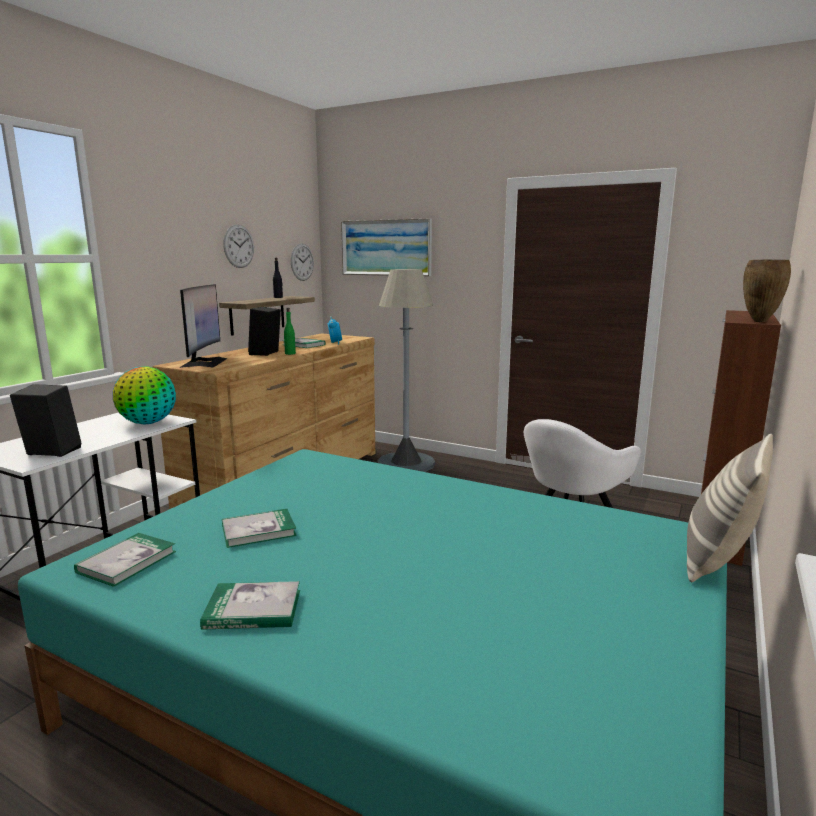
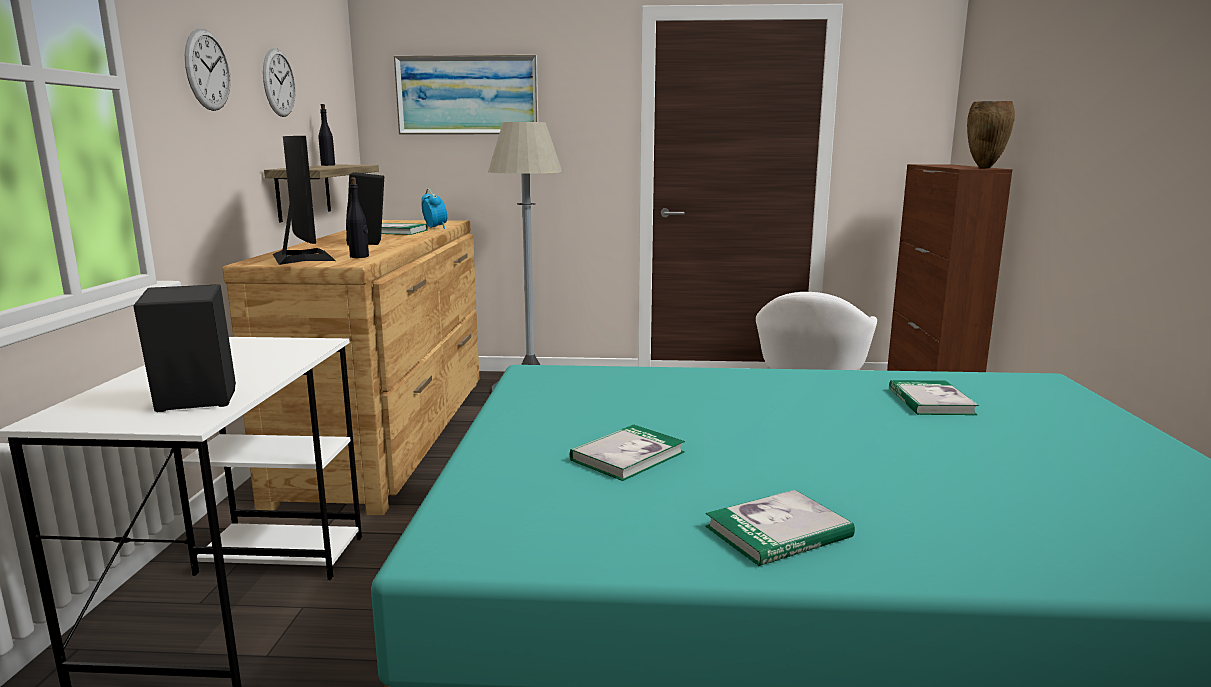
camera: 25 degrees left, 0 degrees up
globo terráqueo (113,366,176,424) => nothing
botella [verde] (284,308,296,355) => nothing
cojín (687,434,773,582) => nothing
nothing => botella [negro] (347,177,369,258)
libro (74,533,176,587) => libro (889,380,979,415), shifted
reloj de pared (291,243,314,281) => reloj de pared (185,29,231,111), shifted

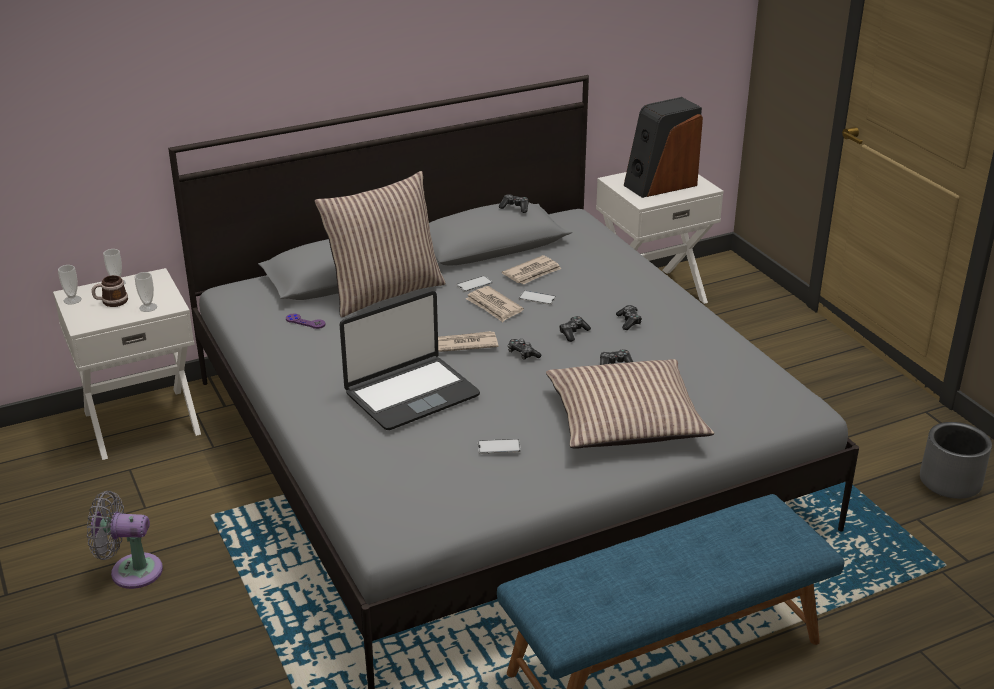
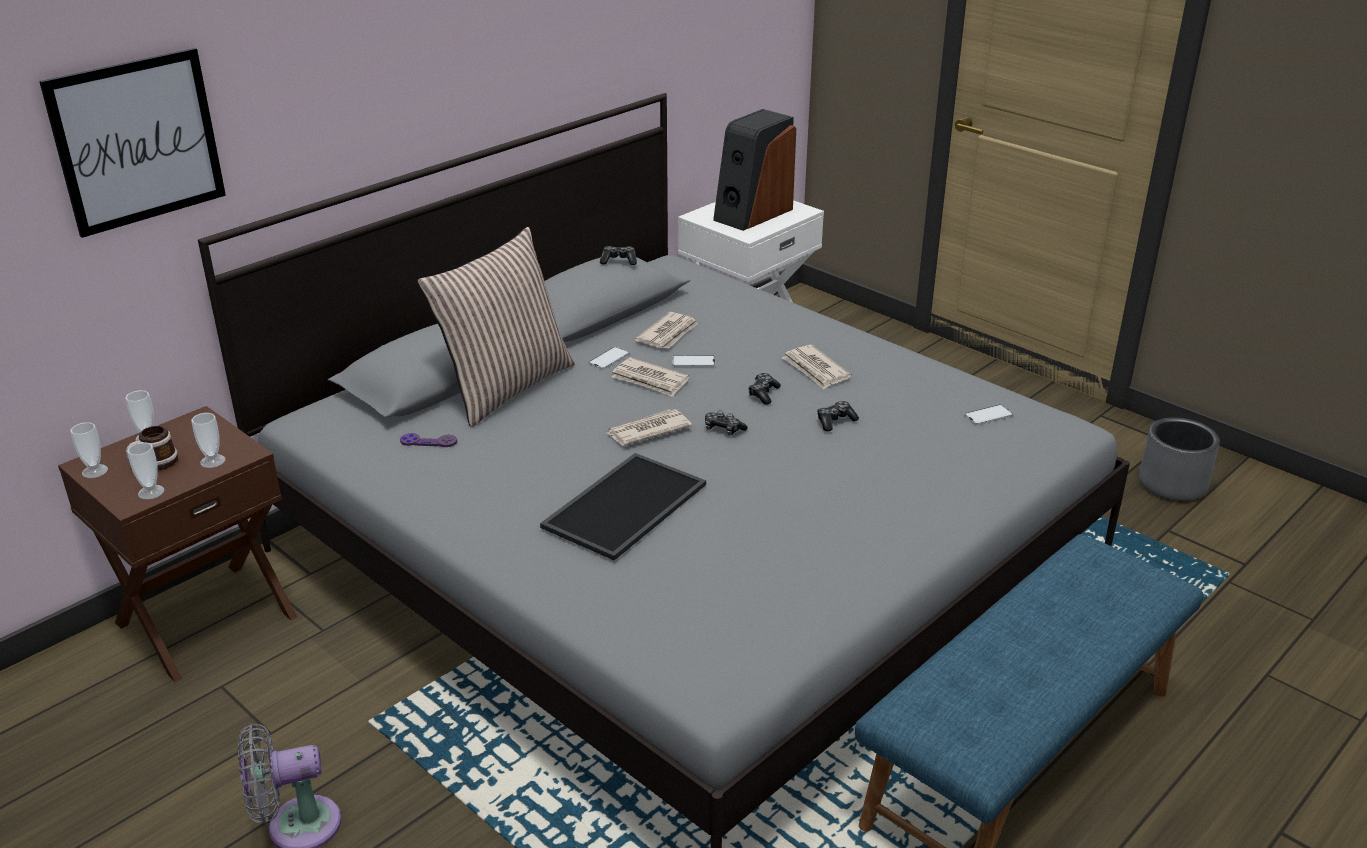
camera: 20 degrees left, 0 degrees up
cojín (546,359,714,449) => nothing
nothing => cuadro (39,48,226,238)
nothing => taza (127,442,164,500)
móvil (478,439,521,454) => móvil (964,405,1013,425), shifted
portátil (339,291,480,430) => bandeja (540,453,706,560)
mando de consola (616,305,642,330) => periódico (782,345,851,389)
mesita de noche [blanco] (53,268,201,460) => mesita de noche [marrón] (58,406,297,682)

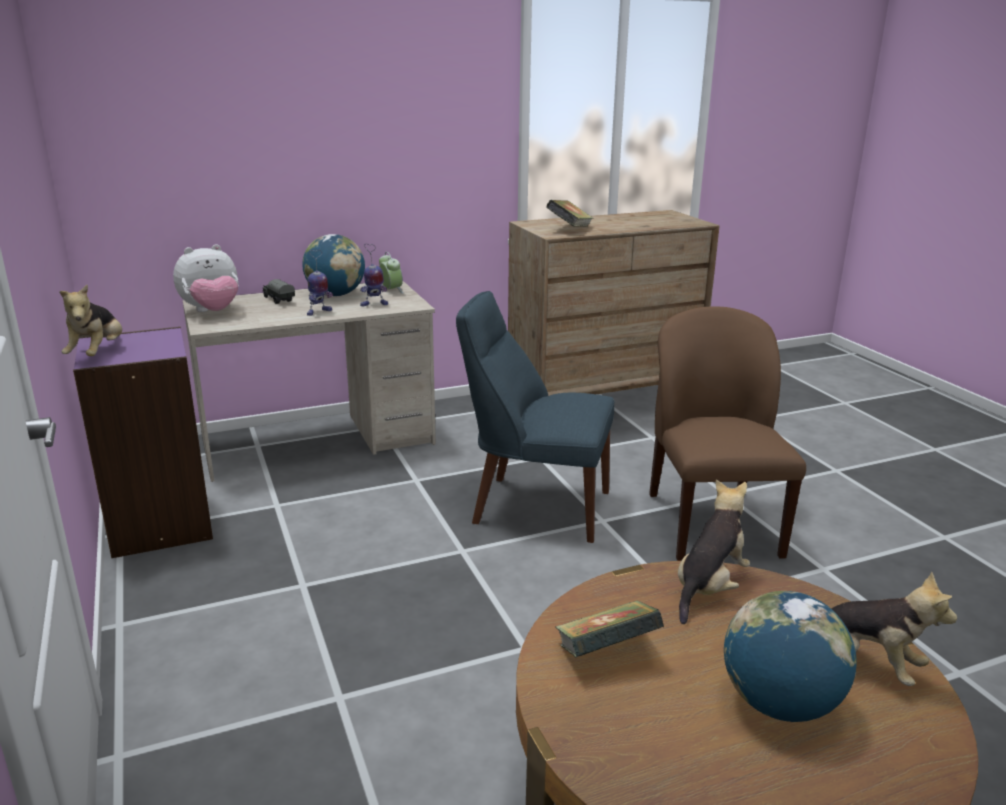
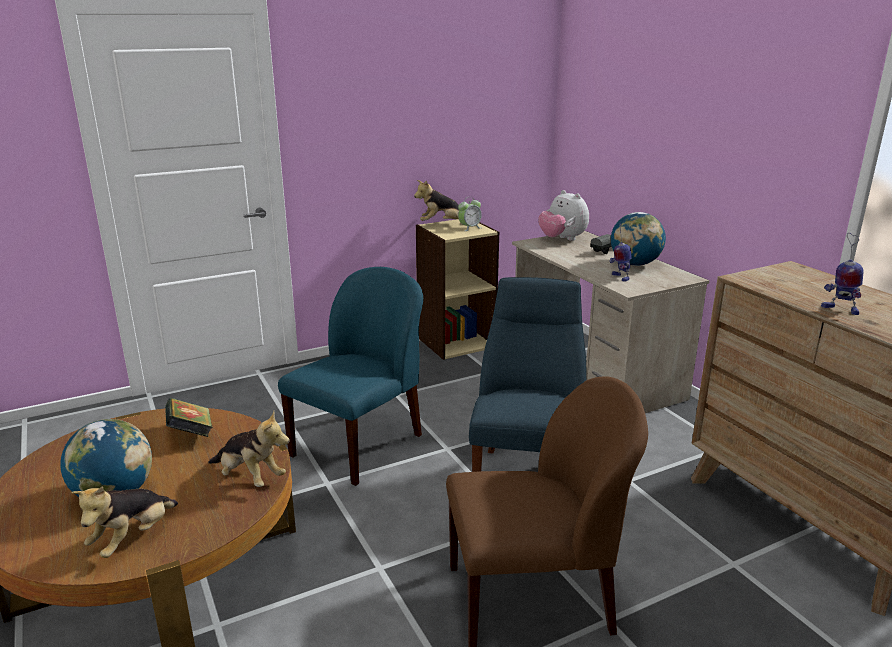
camera: 85 degrees right, 0 degrees up
libro (546,200,593,227) => nothing
nothing => silla [azul] (278,267,423,486)
robot de juguete (307,250,333,316) => robot de juguete (821,233,864,315), shifted
despertador (379,252,404,294) => despertador (458,197,482,231), shifted
estantería [morado] (73,327,213,558) => estantería [beis] (416,219,499,360)

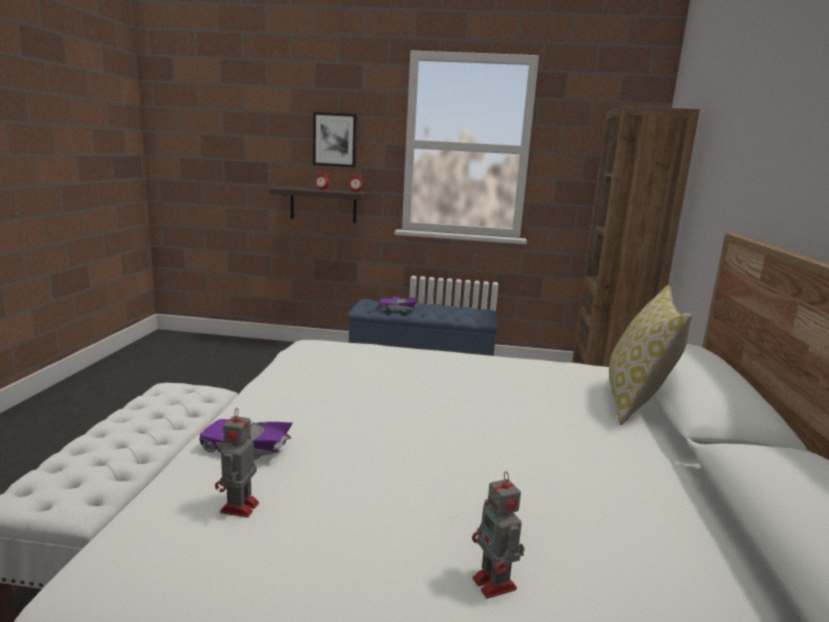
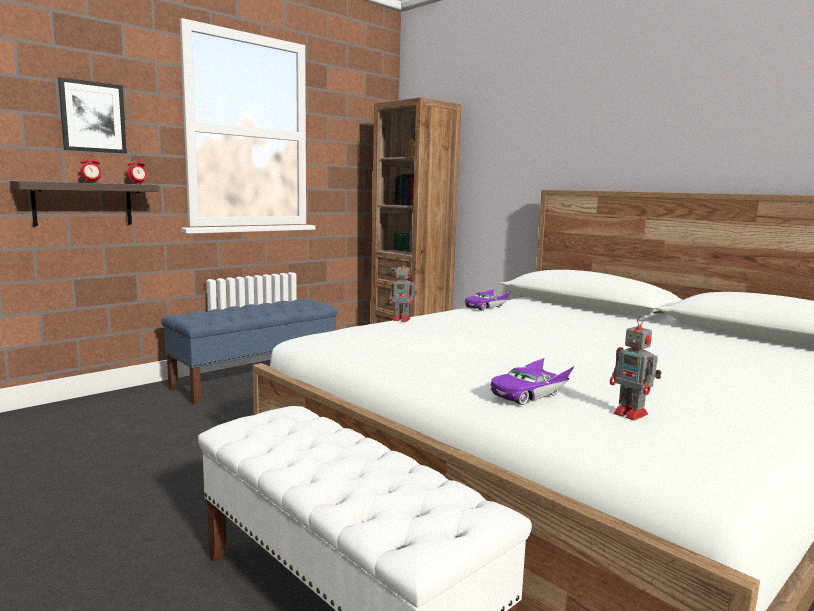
camera: 50 degrees left, 5 degrees down
cojín (609,285,692,425) => nothing
coche de juguete [morado] (378,297,419,312) => coche de juguete [morado] (465,289,510,311), shifted
robot de juguete (472,471,524,598) => robot de juguete (389,260,417,322), shifted

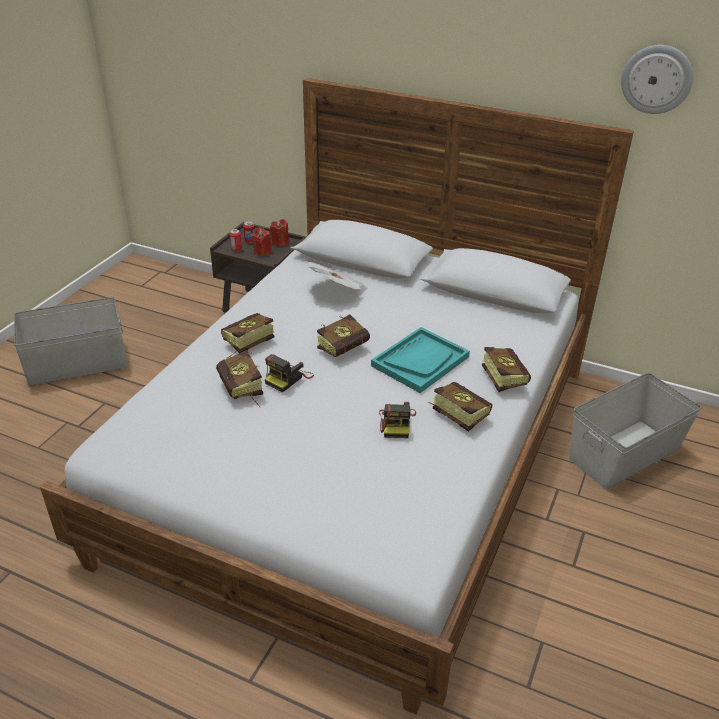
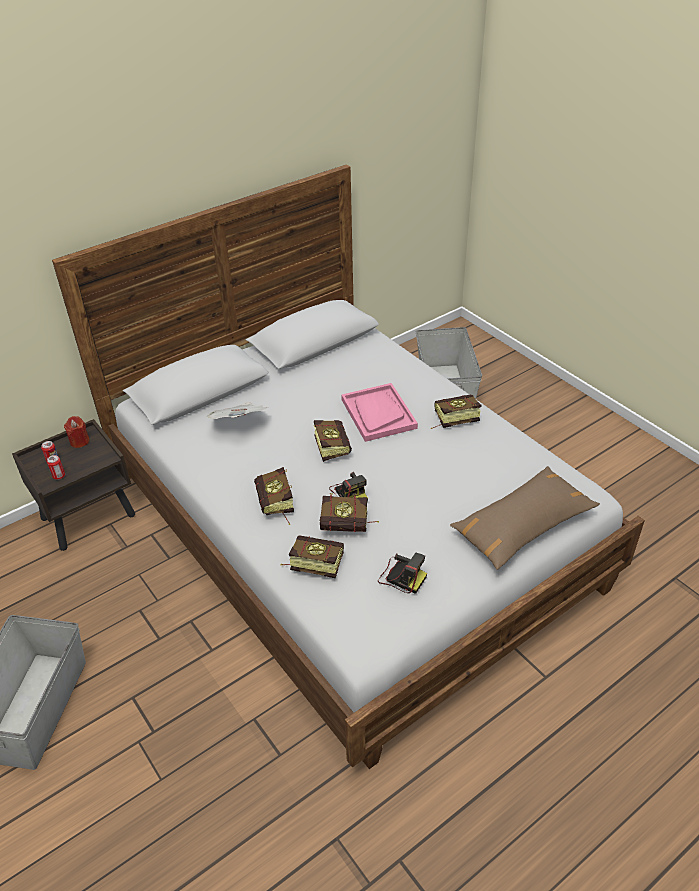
camera: 60 degrees left, 5 degrees up
vela [rojo] (252,227,272,256) => nothing
reloj de pared (621,45,693,114) => nothing
nothing => cojín [marrón] (450,466,600,570)
cámara (379,402,416,438) => cámara (378,553,427,594), shifted
libro (482,347,531,392) => libro (281,535,344,578), shifted
bandeja [turquesa] (371,327,470,393) => bandeja [rosa] (341,383,418,442)

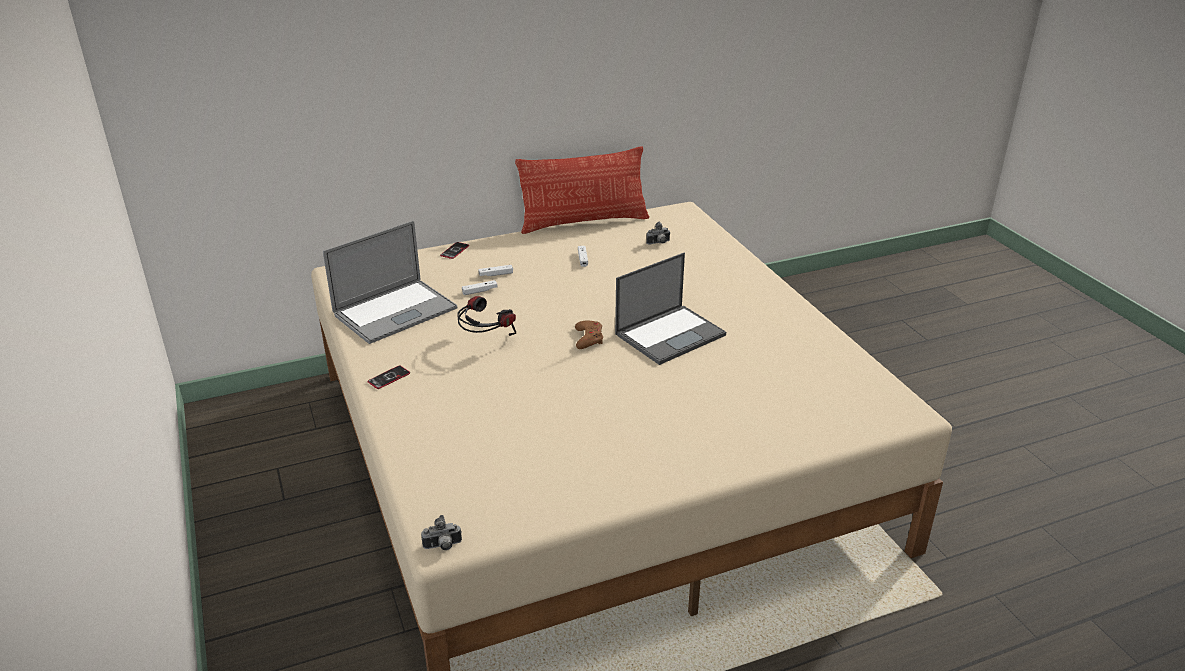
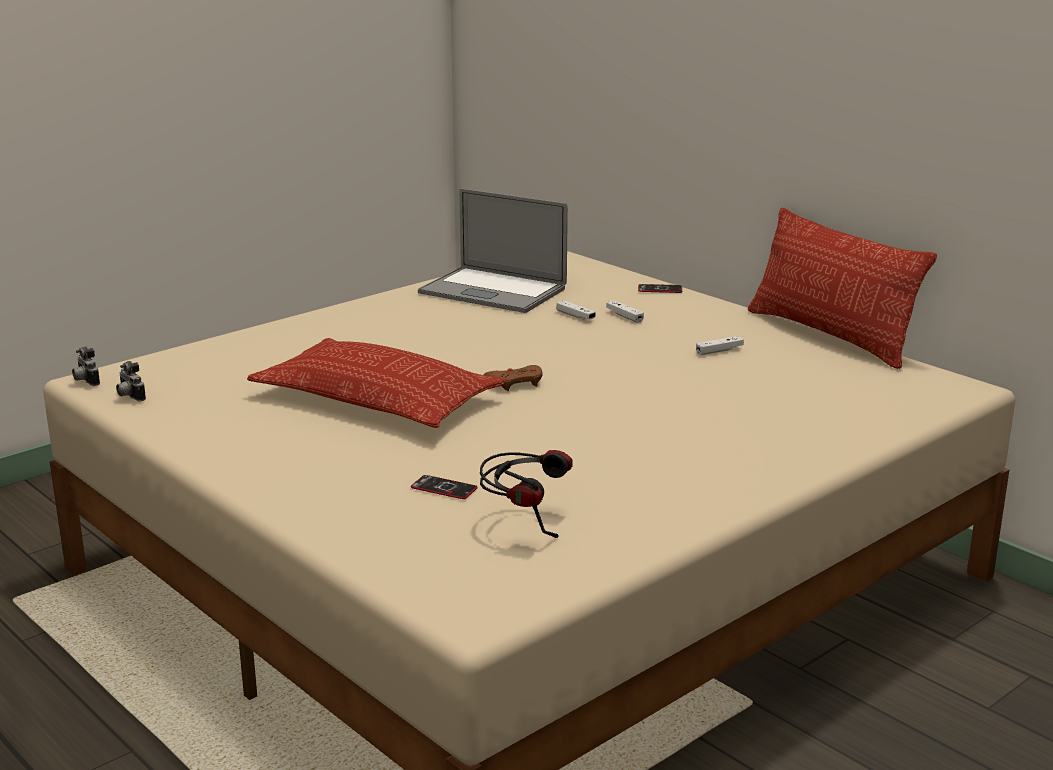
camera: 70 degrees right, 10 degrees down
portátil (615,253,726,365) => nothing
nothing => cojín (247,338,506,428)
móvil (367,365,410,389) => móvil (411,475,478,499), shifted
auriculares (457,296,516,336) => auriculares (480,450,573,538), shifted
cámara (646,222,671,245) => cámara (116,361,146,402), shifted

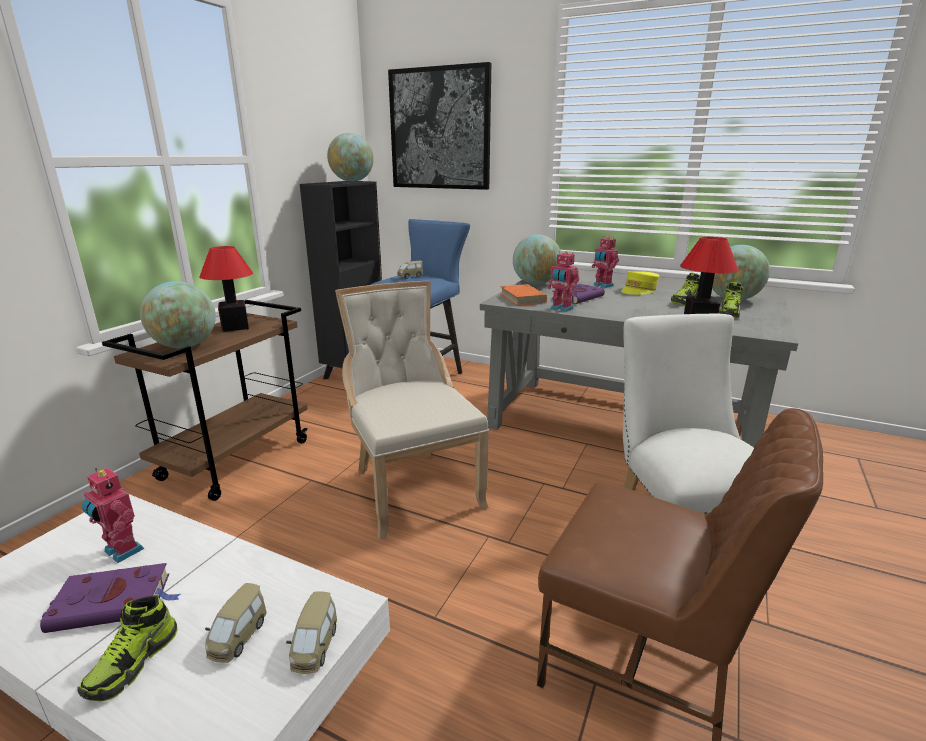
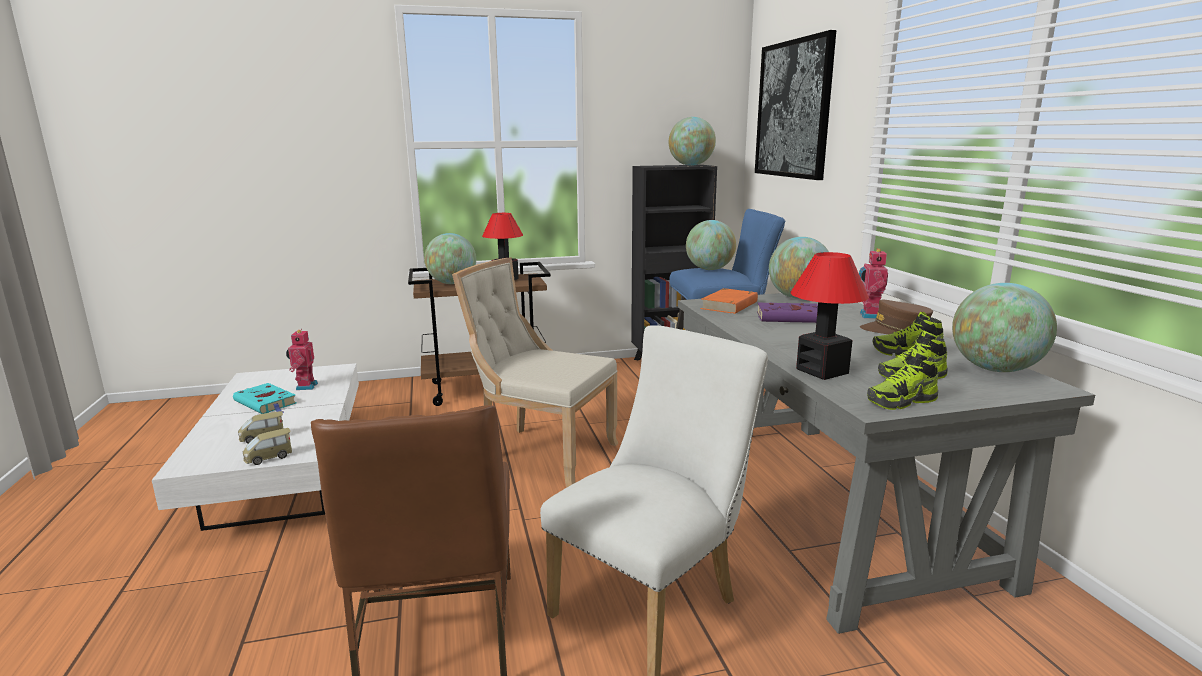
camera: 50 degrees right, 5 degrees down
robot de juguete (547,251,579,312) => nothing
zapato (78,595,178,701) => zapato (867,350,938,410), shifted
coche de juguete (397,261,423,279) => globo terráqueo (686,220,736,270)
libro [morado] (40,563,180,633) => libro [turquesa] (233,383,297,414)
gorra [amarillo] (621,271,659,295) => gorra [marrón] (860,300,933,334)
silla [beis] (335,281,489,540) => silla [beis] (452,257,618,488), 90 degrees counterclockwise

